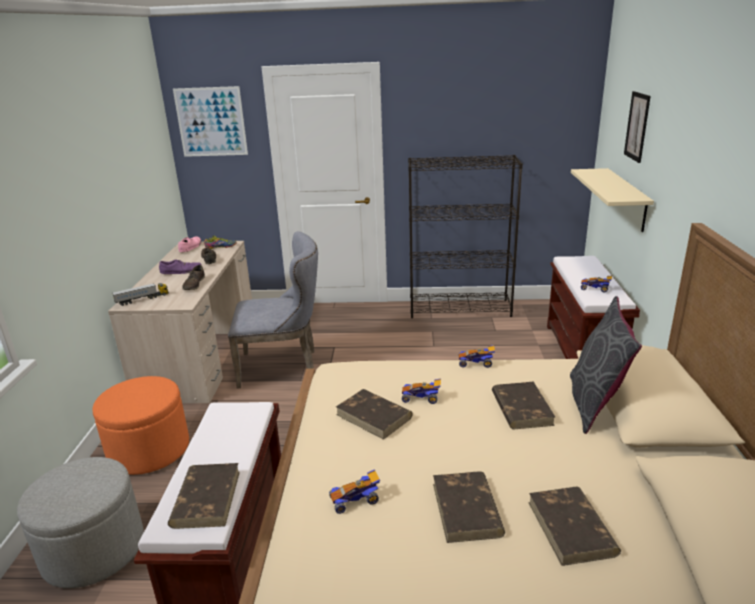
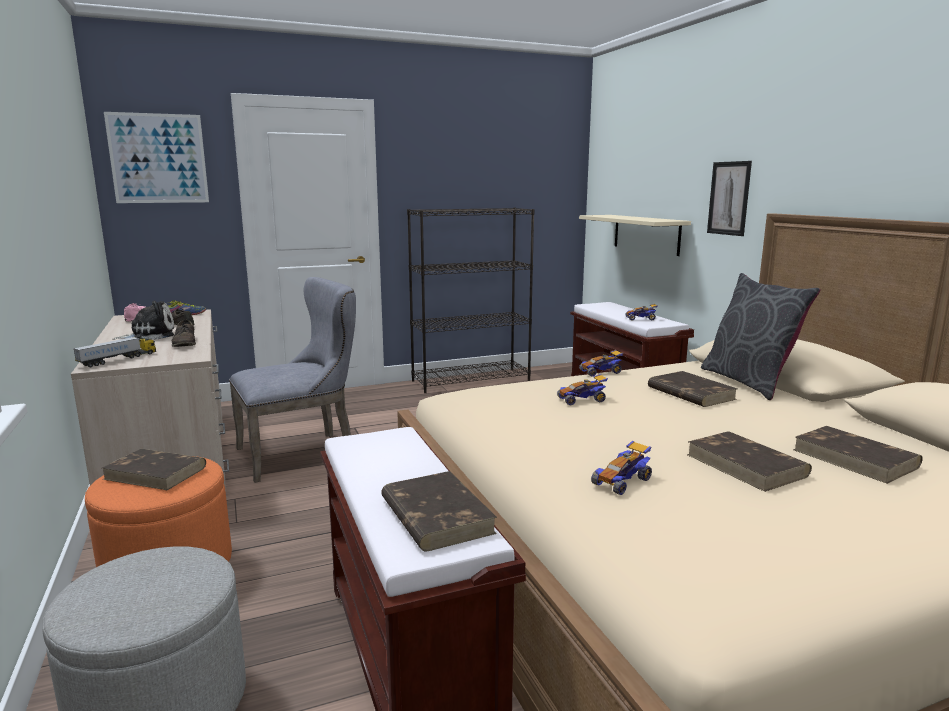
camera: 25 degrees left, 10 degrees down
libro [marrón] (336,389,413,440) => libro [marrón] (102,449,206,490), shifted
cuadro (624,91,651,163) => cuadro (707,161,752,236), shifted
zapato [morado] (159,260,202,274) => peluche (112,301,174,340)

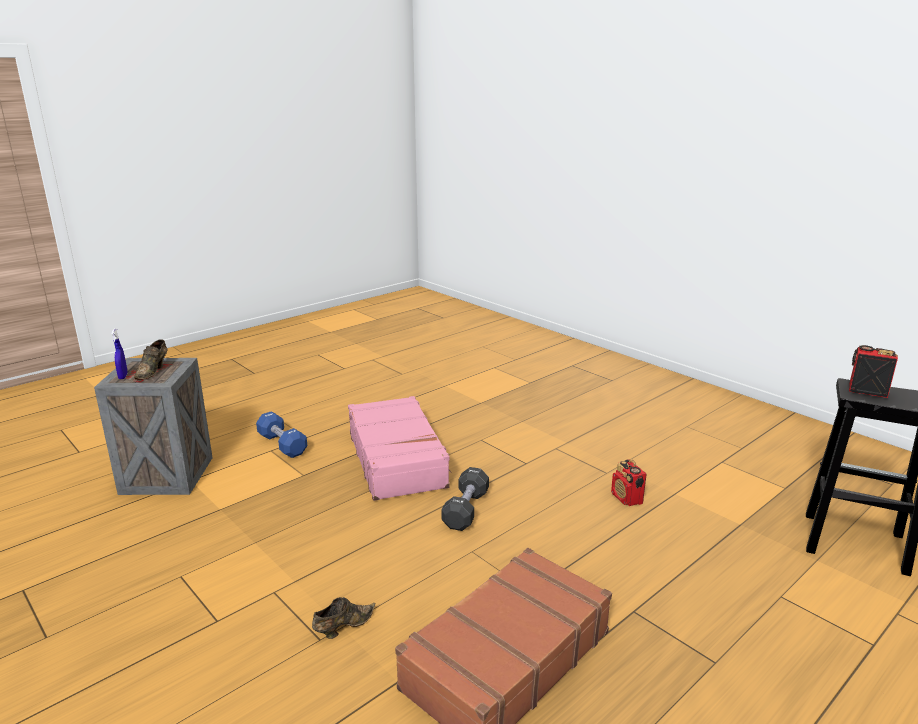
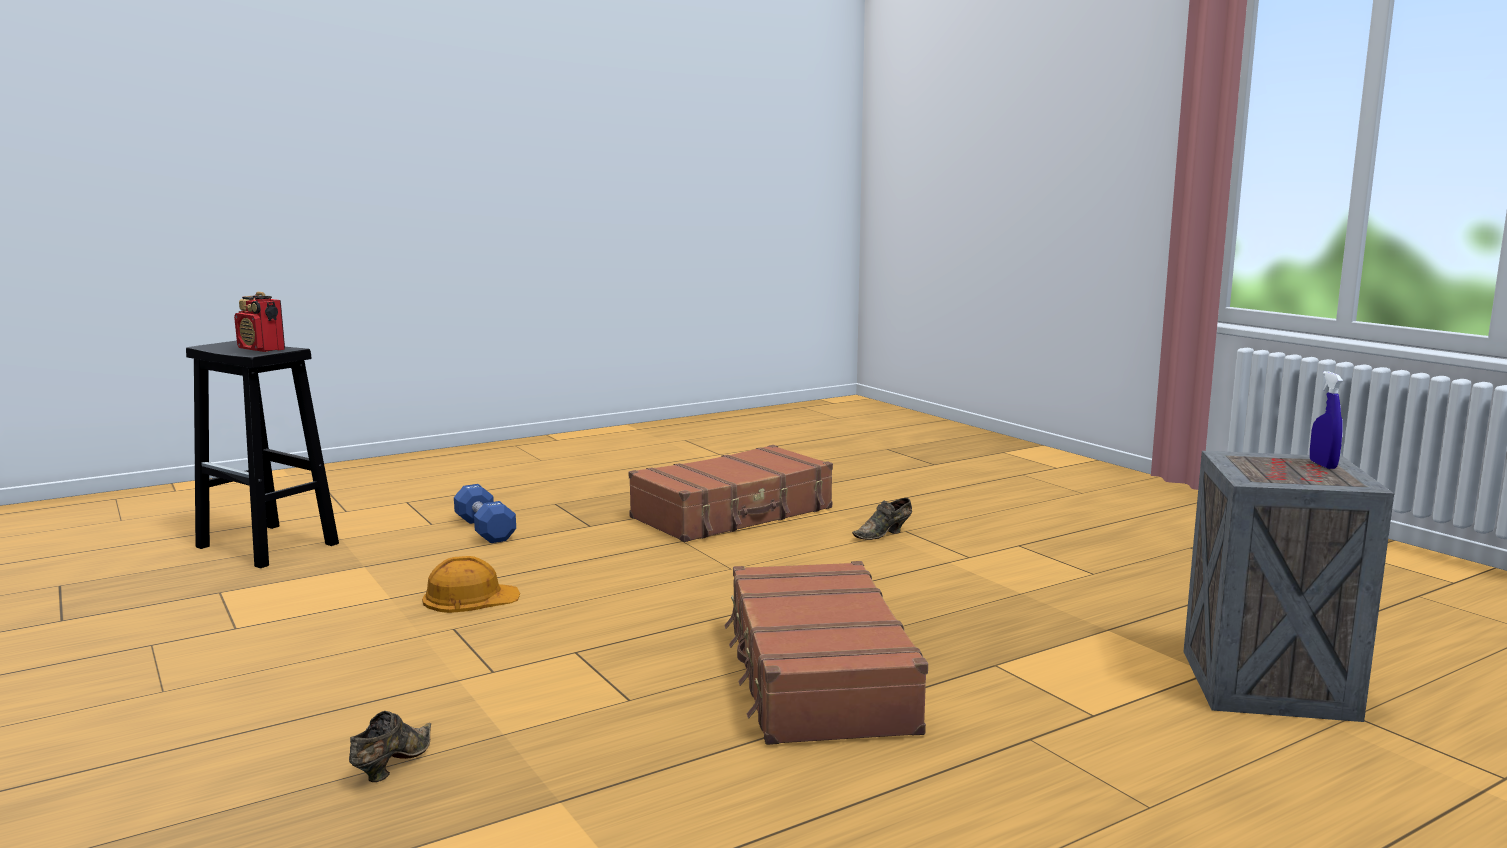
camera: 170 degrees left, 10 degrees down
mancuerna [negro] (441,467,489,531) => nothing
zapato [marrón] (134,339,167,380) => zapato [marrón] (349,711,431,782), shifted
mancuerna [azul] (256,411,307,458) => mancuerna [azul] (454,484,516,543), shifted
radio (611,459,647,506) => casco [naranja] (422,556,520,613)
maleta [rosa] (348,396,452,501) => maleta [marrón] (724,561,928,745)

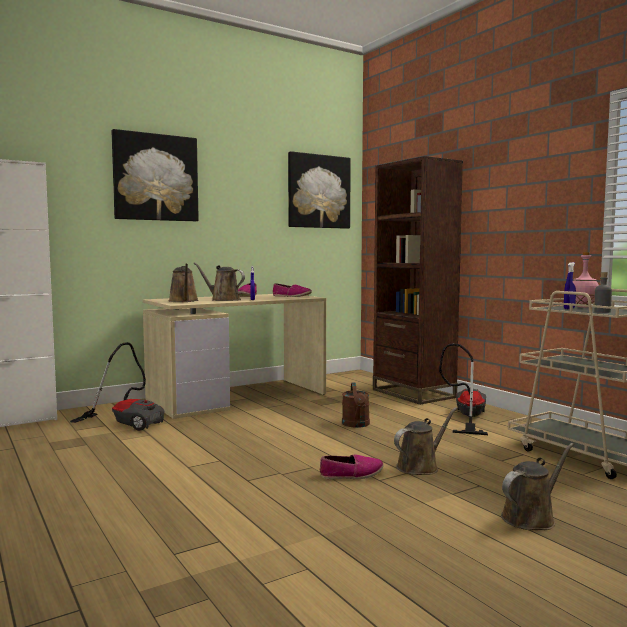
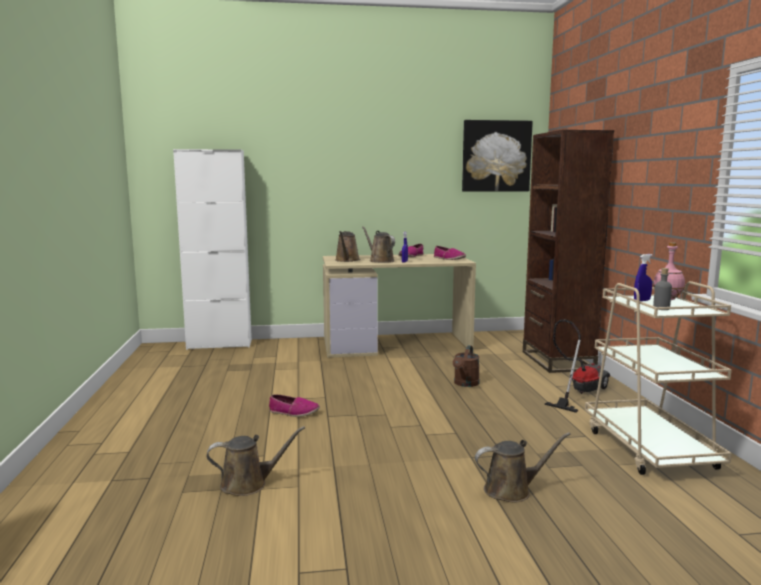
camera: 25 degrees right, 5 degrees up
aspiradora (70,342,165,431) => nothing
cuadro (112,129,199,221) => nothing
zapato (320,455,384,479) => zapato (269,394,320,417), shifted
regadera [marrón] (394,407,457,475) => regadera [marrón] (206,426,305,496), shifted

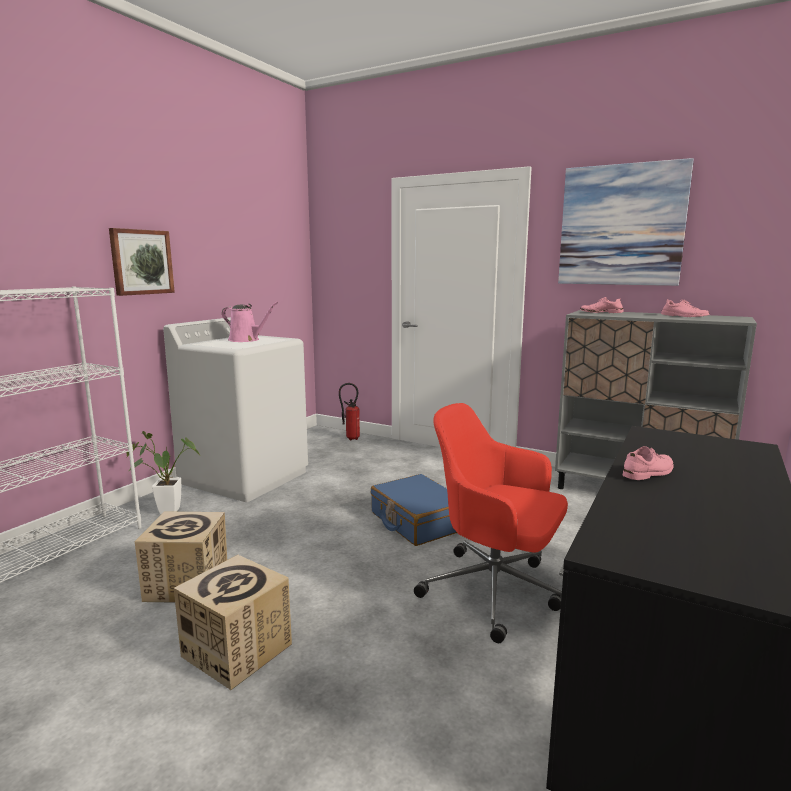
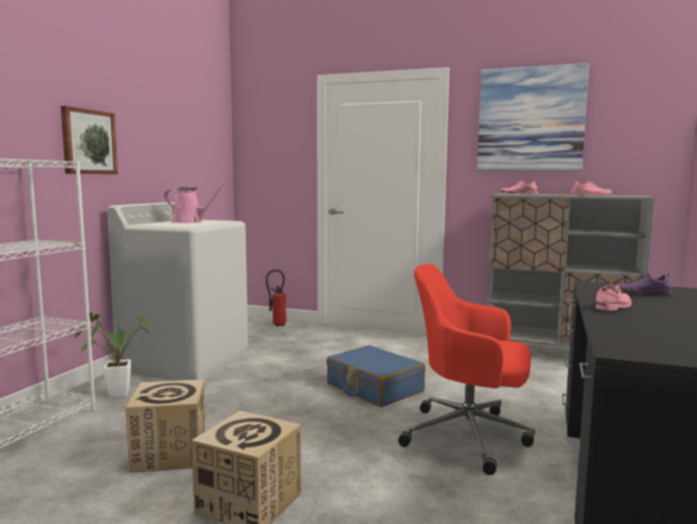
camera: 10 degrees left, 5 degrees down
nothing => zapato [morado] (617,273,673,295)

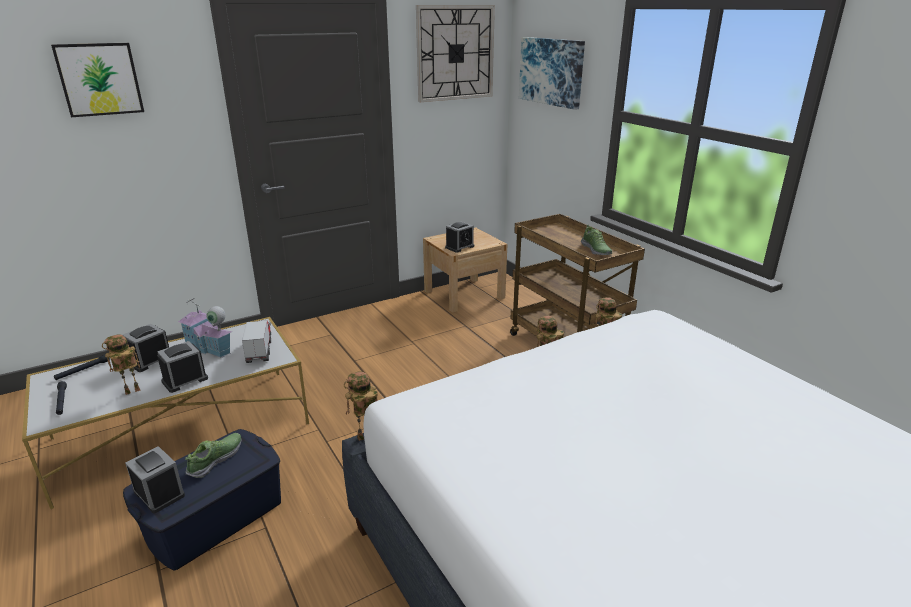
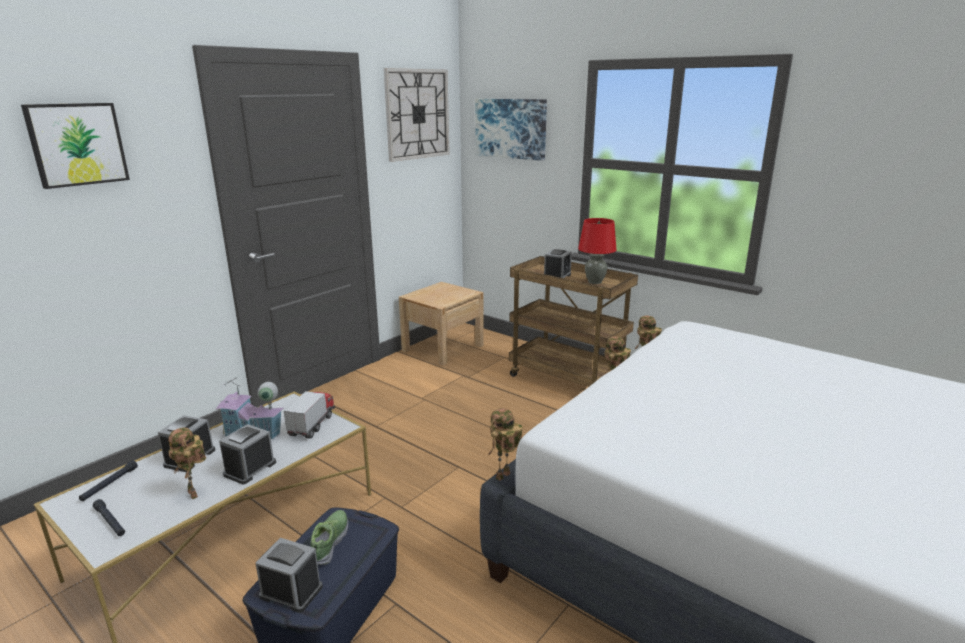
camera: 20 degrees left, 5 degrees down
despertador (445,222,474,253) => despertador (544,249,572,278), shifted
zapato (581,225,612,255) => lámpara de mesa [rojo] (578,218,617,284)
robot de juguete (102,334,141,395) => robot de juguete (168,428,206,499), 75 degrees counterclockwise
camión de juguete (242,320,271,363) => camión de juguete (284,391,335,439), 45 degrees clockwise

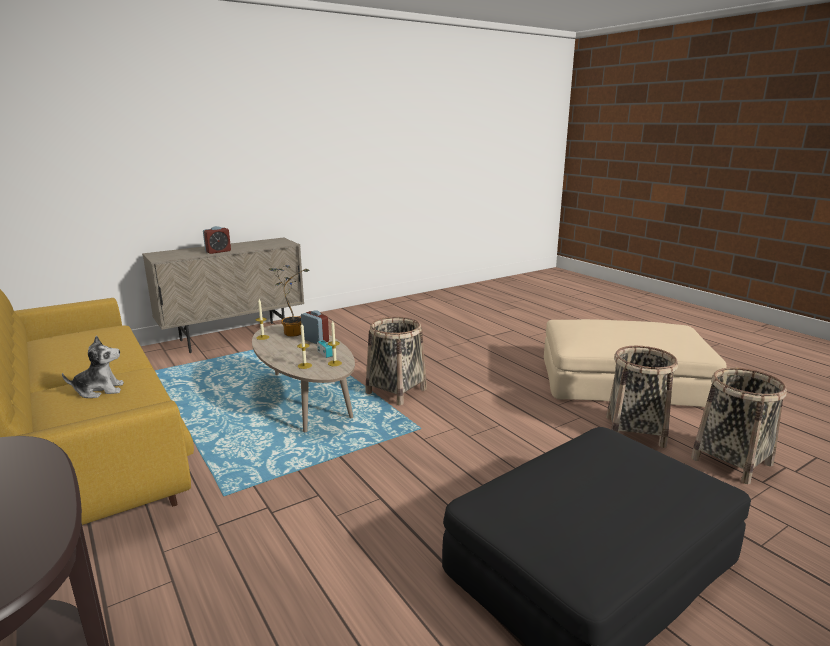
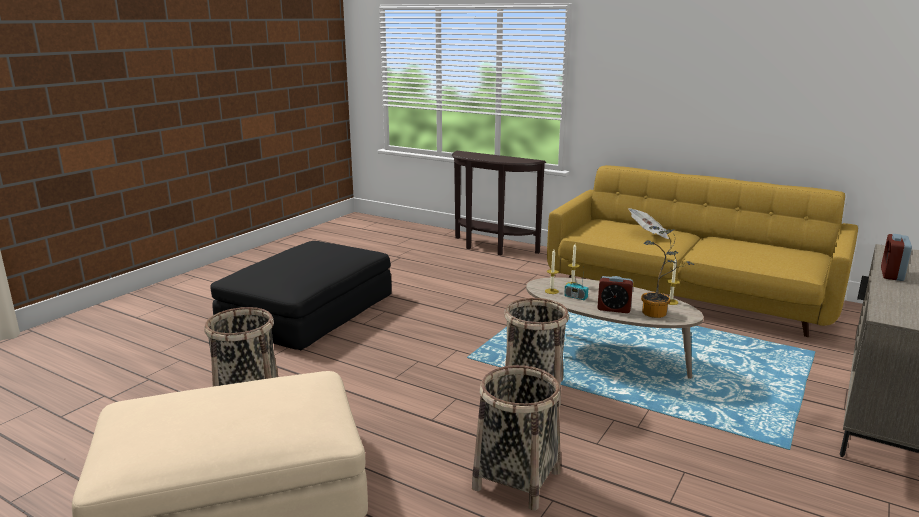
camera: 155 degrees right, 0 degrees up
cesta (691,367,787,484) => cesta (472,365,561,510), shifted
peluche (62,336,124,398) => periódico (629,208,669,239)

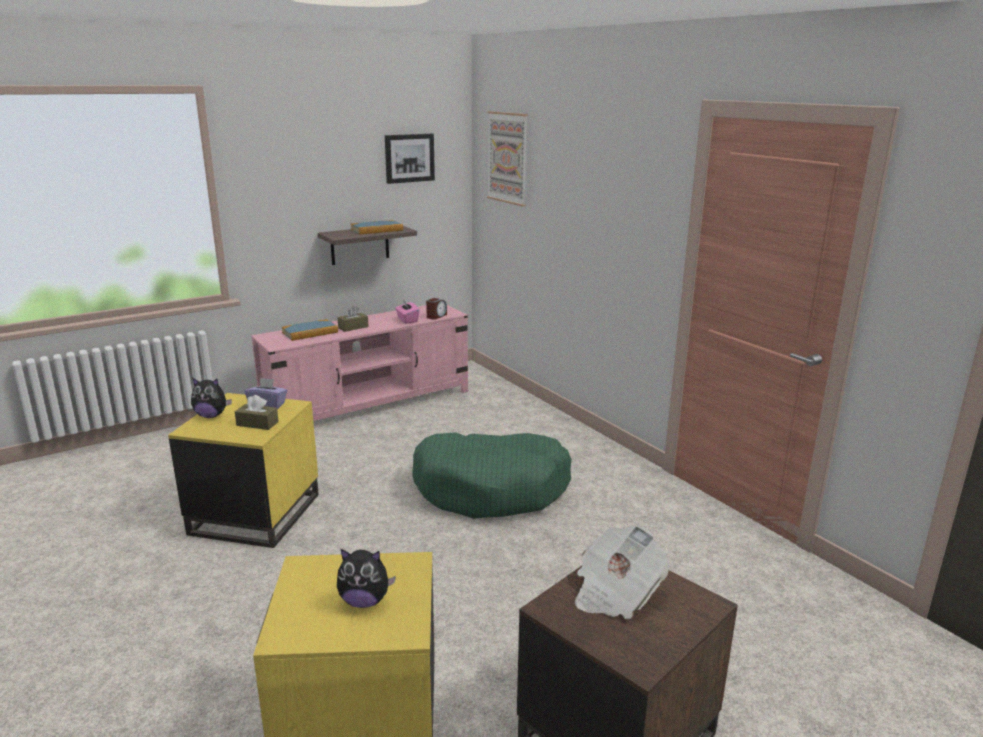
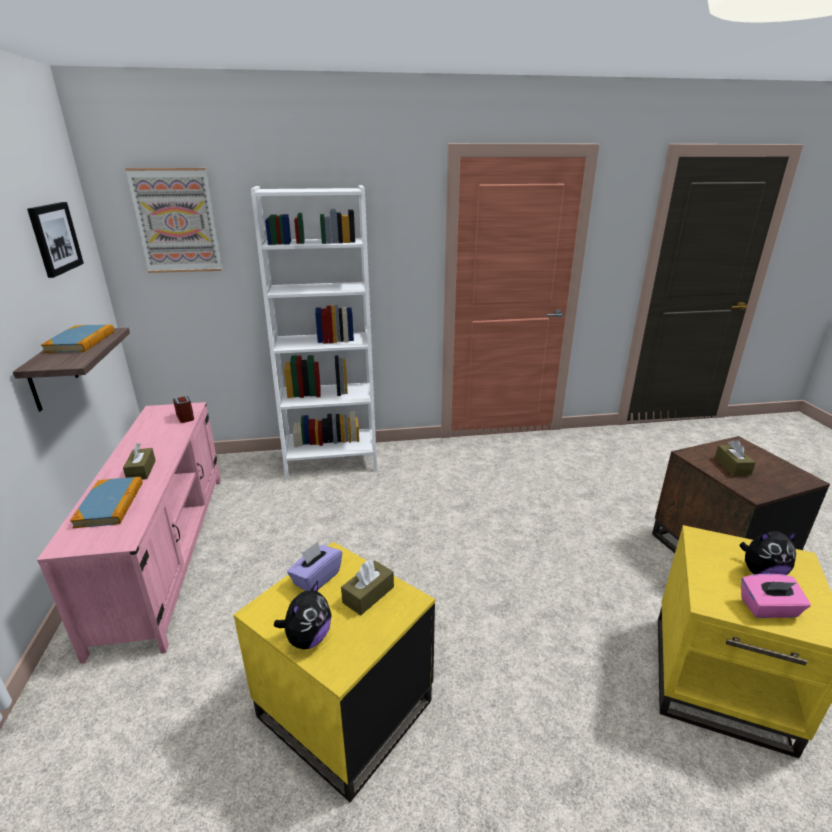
camera: 65 degrees left, 5 degrees up
cama para perro [verde] (412,432,571,519) => nothing
nothing => estantería [blanco] (251,185,377,479)
caja de pañuelos [rosa] (395,300,420,324) => caja de pañuelos [rosa] (741,574,811,618), shifted
periódico (575,526,669,619) => caja de pañuelos [marrón] (715,440,756,476)
peluche (337,549,396,608) => peluche (739,531,798,575), 60 degrees clockwise

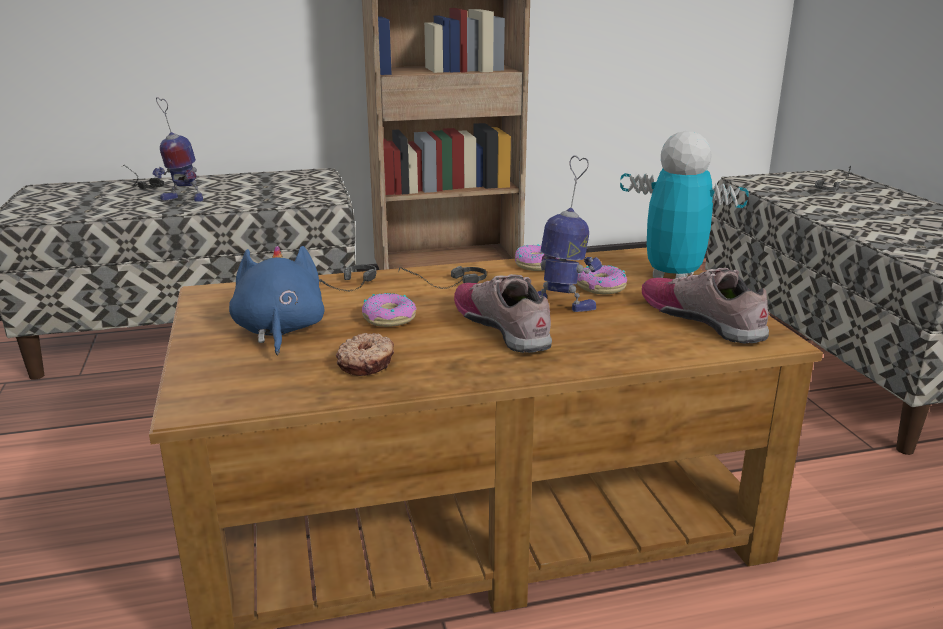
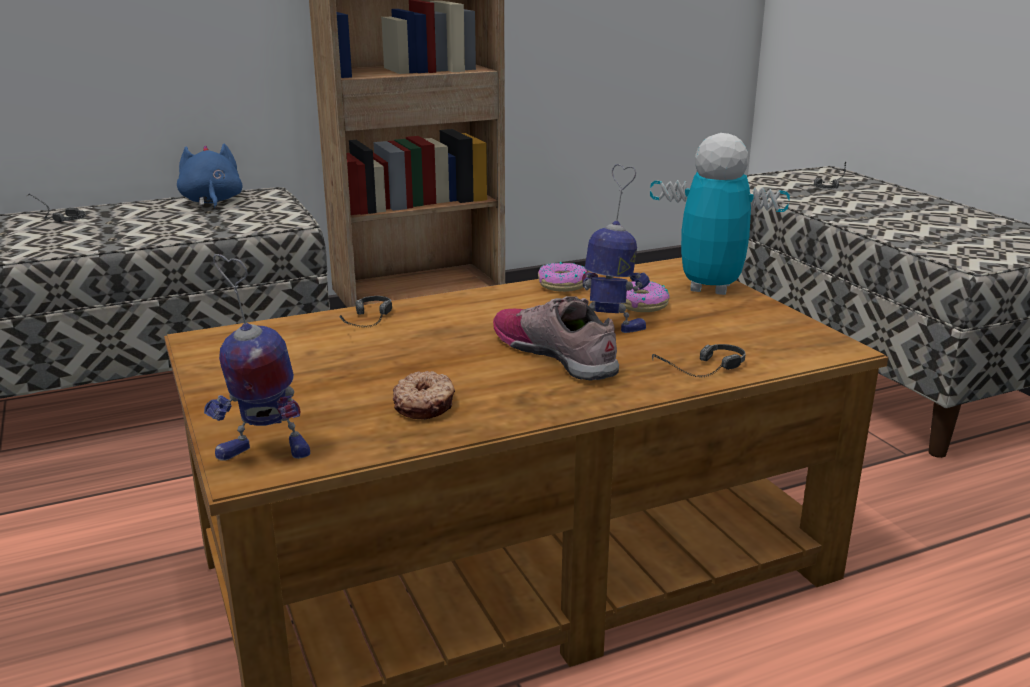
camera: 10 degrees left, 0 degrees up
rosquilla (362,293,417,327) => nothing
zapato (642,268,769,344) => nothing
robot de juguete (153,97,203,202) => robot de juguete (204,254,310,460), shifted
peluche [azul] (229,246,325,355) => peluche [azul] (177,143,243,209), shifted
auriculares (398,266,487,289) => auriculares (652,344,746,377), shifted

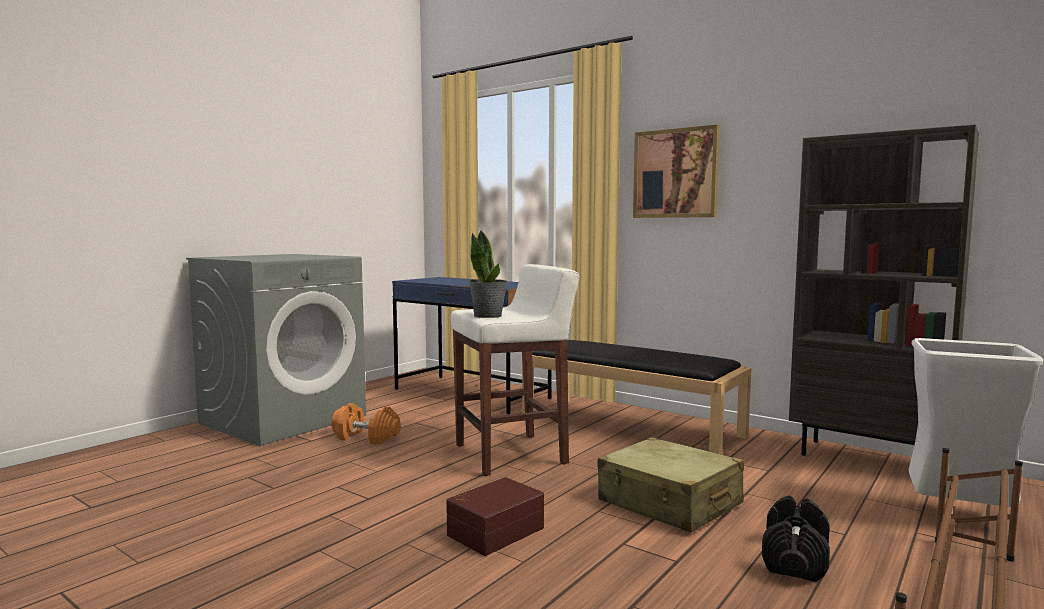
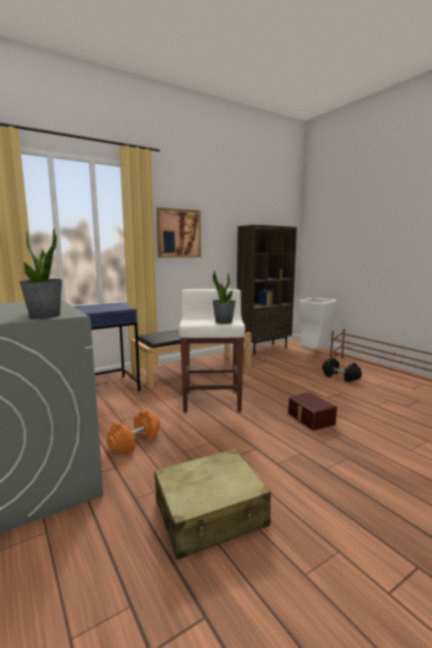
camera: 70 degrees left, 5 degrees up
nothing => planta en maceta (19,228,63,319)
maleta [beis] (598,437,744,533) => maleta [beis] (154,449,271,560), shifted

